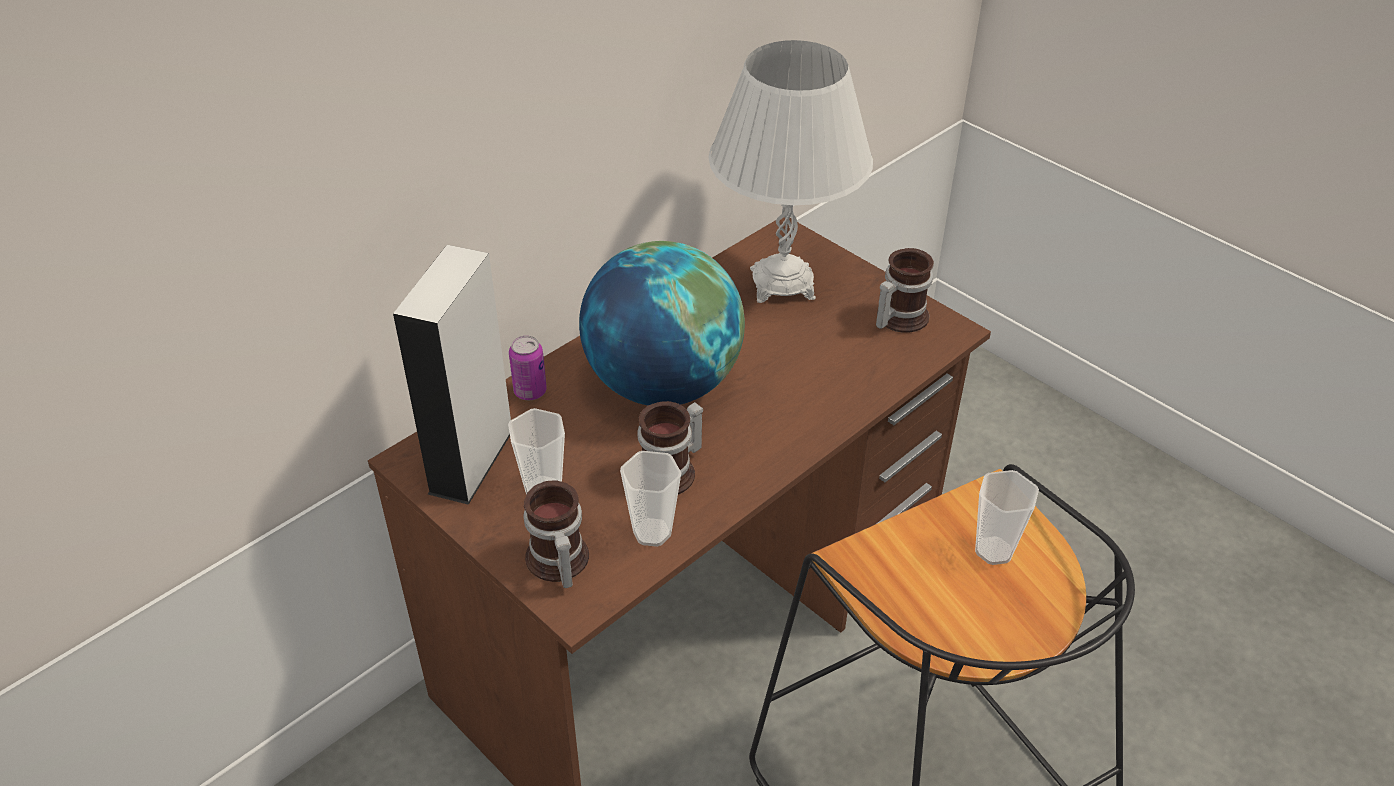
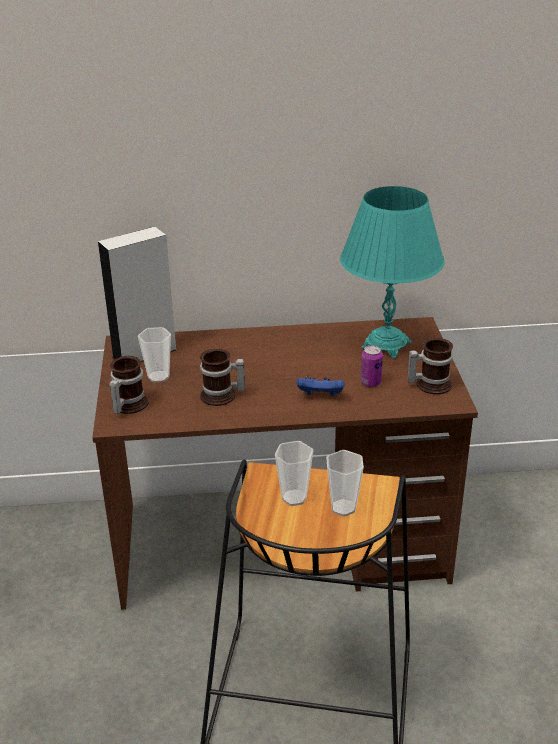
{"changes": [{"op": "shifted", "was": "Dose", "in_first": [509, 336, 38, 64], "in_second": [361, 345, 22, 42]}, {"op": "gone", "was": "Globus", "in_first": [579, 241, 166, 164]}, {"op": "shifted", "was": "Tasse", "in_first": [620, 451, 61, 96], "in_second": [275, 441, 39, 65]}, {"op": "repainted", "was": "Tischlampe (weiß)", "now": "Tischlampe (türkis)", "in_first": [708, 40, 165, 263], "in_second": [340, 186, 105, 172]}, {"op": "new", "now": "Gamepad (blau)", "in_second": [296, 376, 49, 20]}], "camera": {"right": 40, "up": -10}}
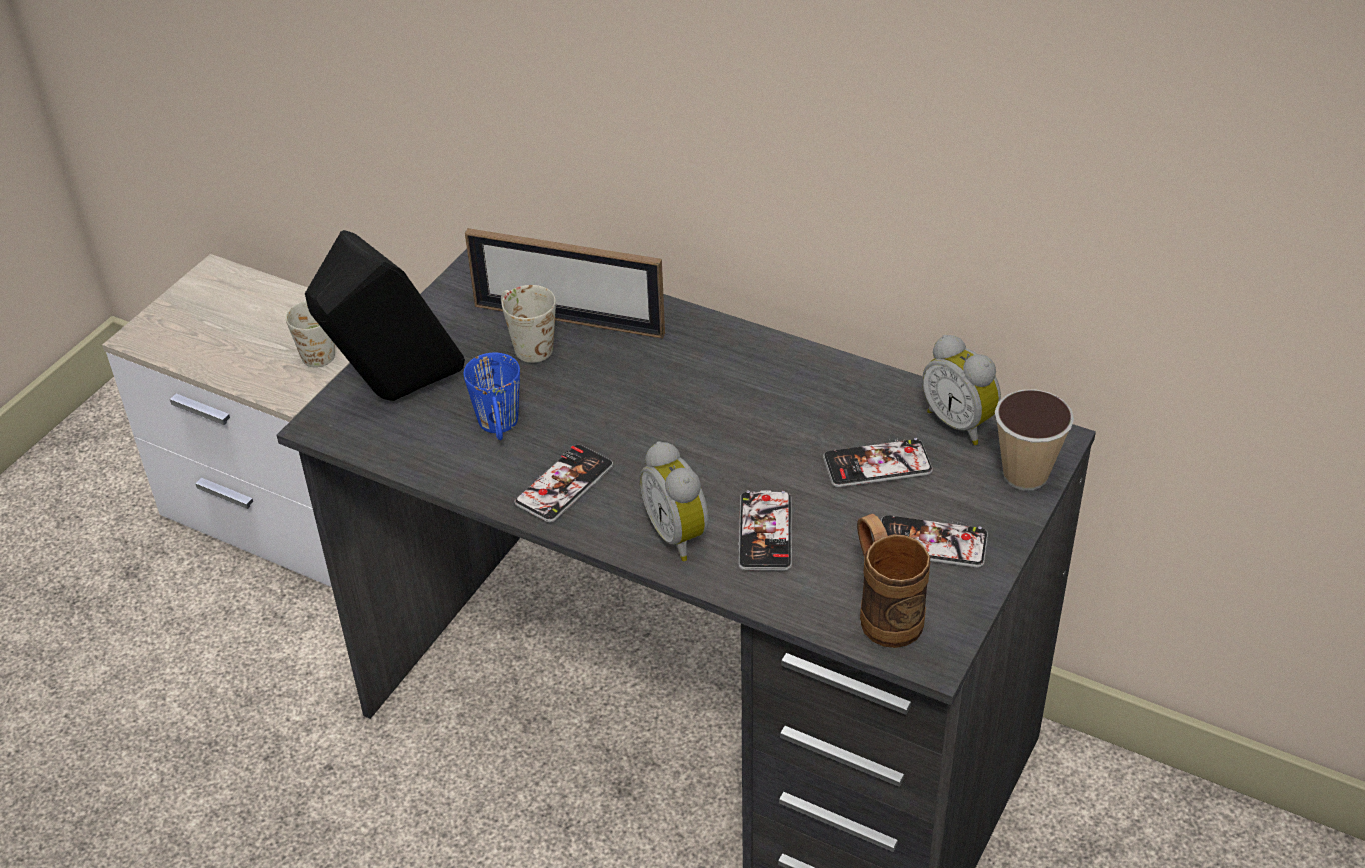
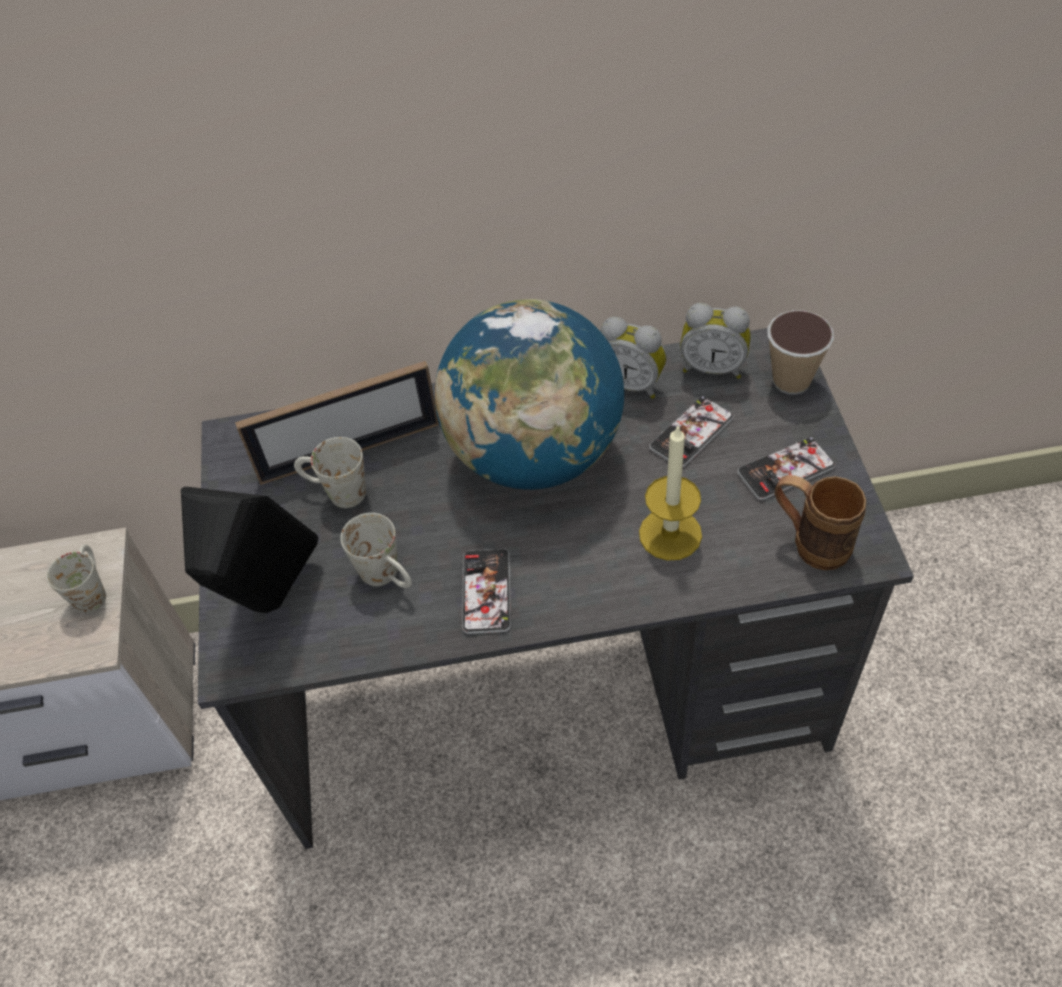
{"changes": [{"op": "repainted", "was": "Henkelbecher (blau)", "now": "Henkelbecher (weiß)", "in_first": [464, 353, 56, 87], "in_second": [341, 513, 71, 75]}, {"op": "shifted", "was": "Wecker", "in_first": [640, 441, 69, 120], "in_second": [600, 317, 66, 82]}, {"op": "swapped", "was": "Handy", "now": "Kerze", "in_first": [738, 490, 54, 81], "in_second": [639, 426, 63, 135]}, {"op": "new", "now": "Globus", "in_second": [435, 299, 189, 191]}], "camera": {"right": -35, "up": 10}}
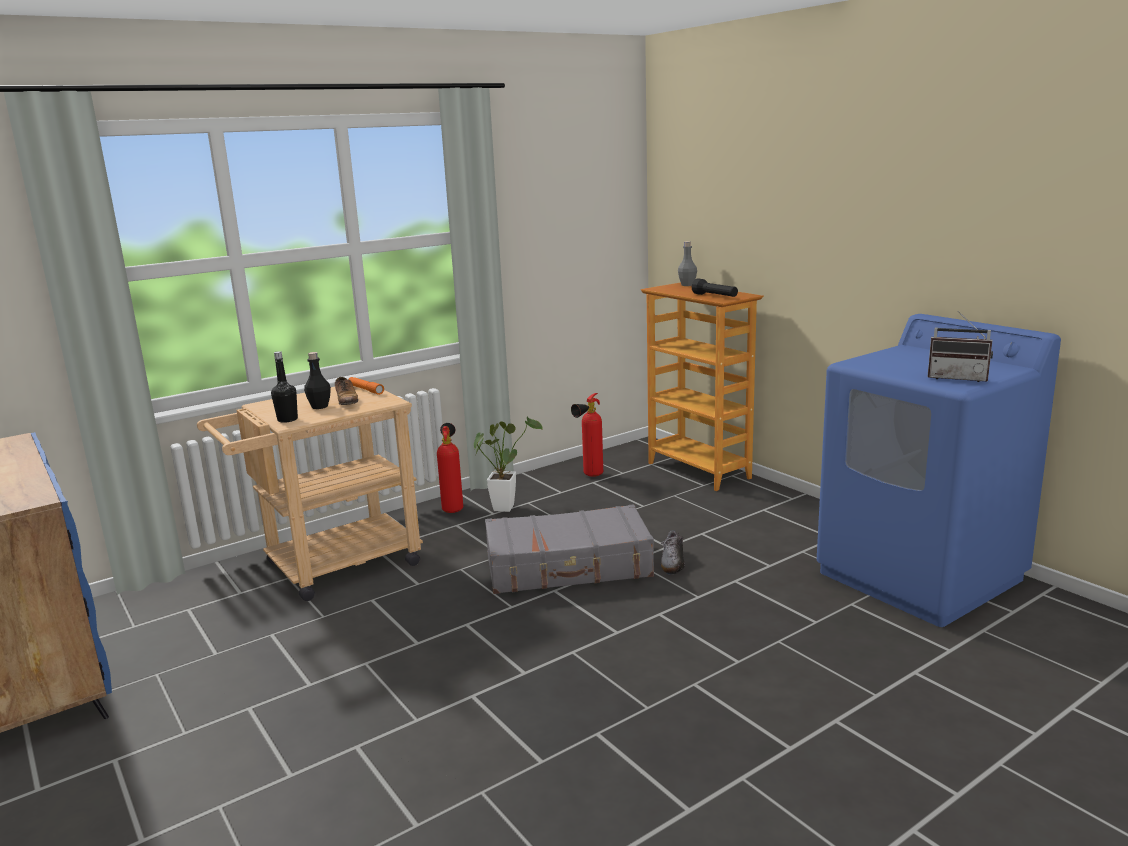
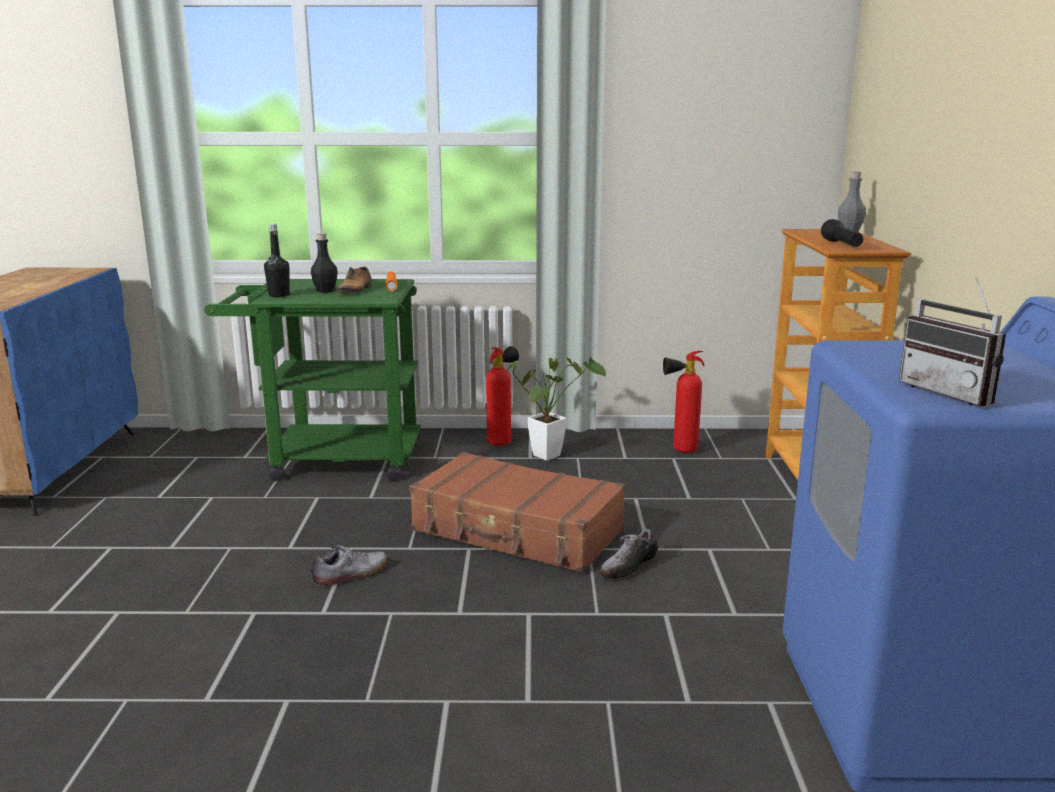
{"changes": [{"op": "repainted", "was": "Rollwagen (beige)", "now": "Rollwagen (grün)", "in_first": [197, 386, 226, 215], "in_second": [204, 279, 217, 202]}, {"op": "repainted", "was": "Koffer (grau)", "now": "Koffer (braun)", "in_first": [485, 504, 169, 90], "in_second": [409, 452, 216, 121]}, {"op": "new", "now": "Schuh", "in_second": [311, 545, 77, 42]}], "camera": {"right": 35, "up": 0}}
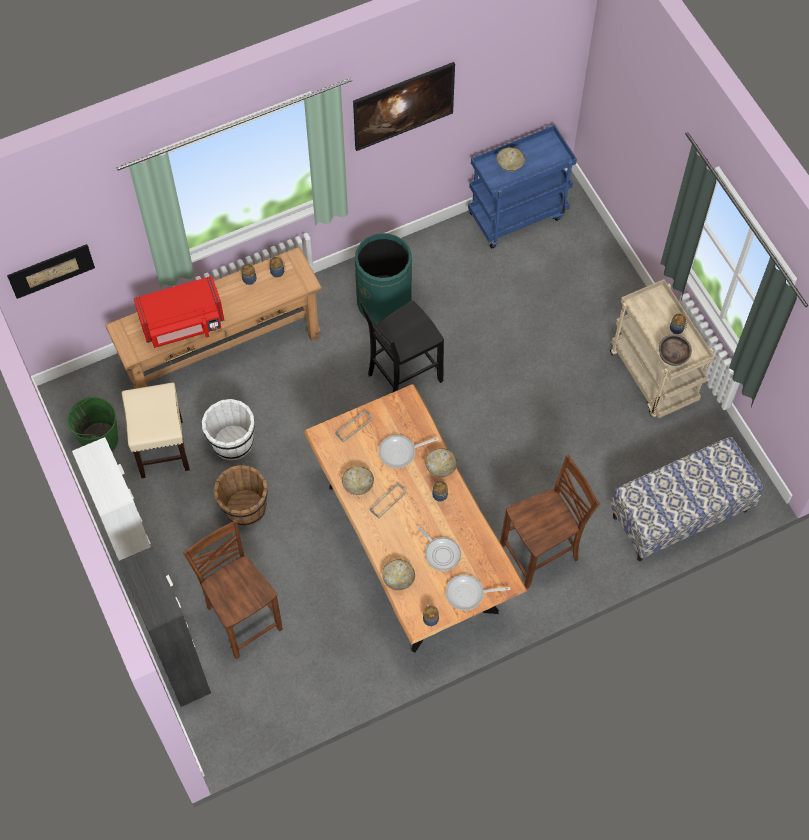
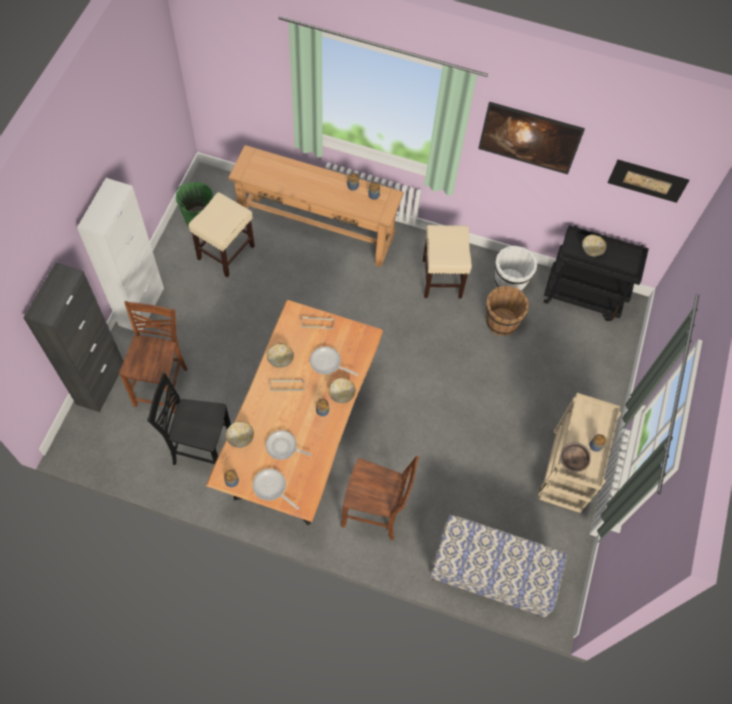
{"changes": [{"op": "shifted", "was": "Bild", "in_first": [7, 244, 88, 55], "in_second": [608, 160, 81, 43]}, {"op": "gone", "was": "Mikrowelle (rot)", "in_first": [134, 276, 90, 72]}, {"op": "shifted", "was": "Eimer (weiß)", "in_first": [202, 399, 53, 62], "in_second": [494, 246, 43, 45]}, {"op": "shifted", "was": "Eimer (braun)", "in_first": [214, 465, 54, 62], "in_second": [486, 285, 43, 51]}, {"op": "swapped", "was": "Mülleimer (grün)", "now": "Hocker (beige)", "in_first": [355, 233, 57, 90], "in_second": [423, 225, 49, 74]}, {"op": "shifted", "was": "Stuhl (schwarz)", "in_first": [359, 300, 85, 92], "in_second": [147, 372, 84, 93]}, {"op": "rotated", "was": "Pfanne", "in_first": [418, 526, 43, 45], "in_second": [265, 430, 47, 30], "clockwise": 105}, {"op": "repainted", "was": "Rollwagen (blau)", "now": "Rollwagen (schwarz)", "in_first": [468, 125, 109, 124], "in_second": [544, 225, 105, 96]}], "camera": {"right": 40, "up": 0}}
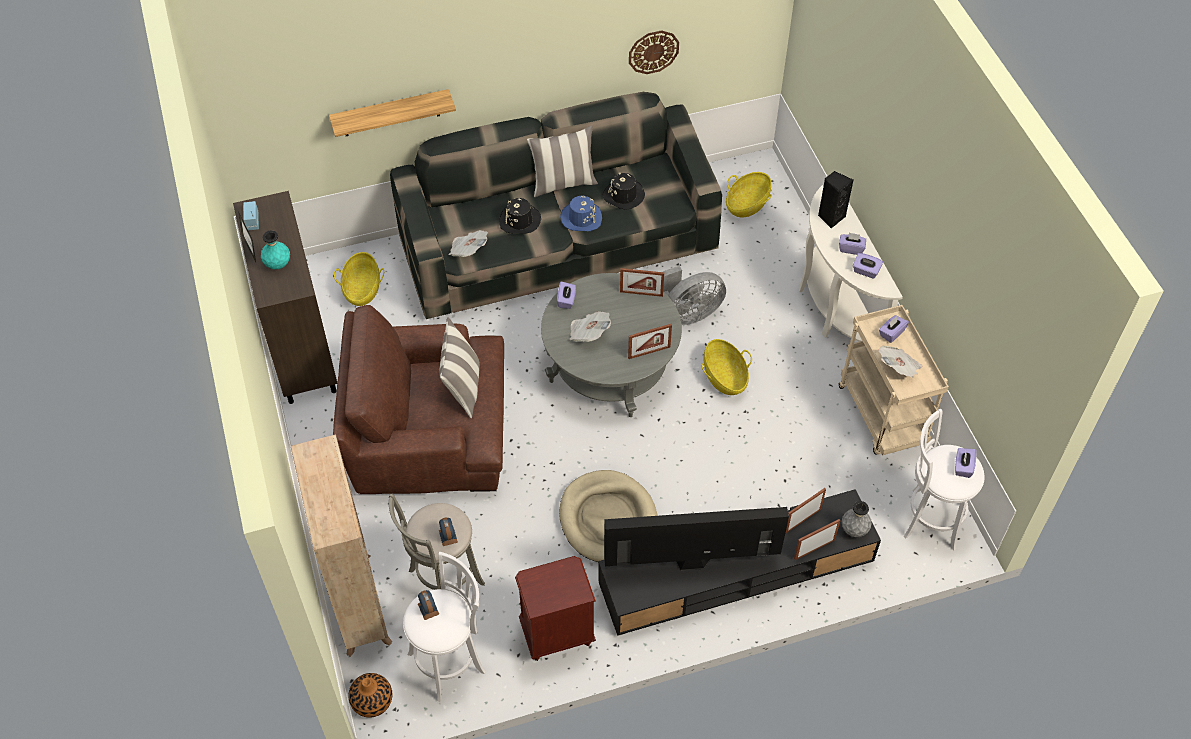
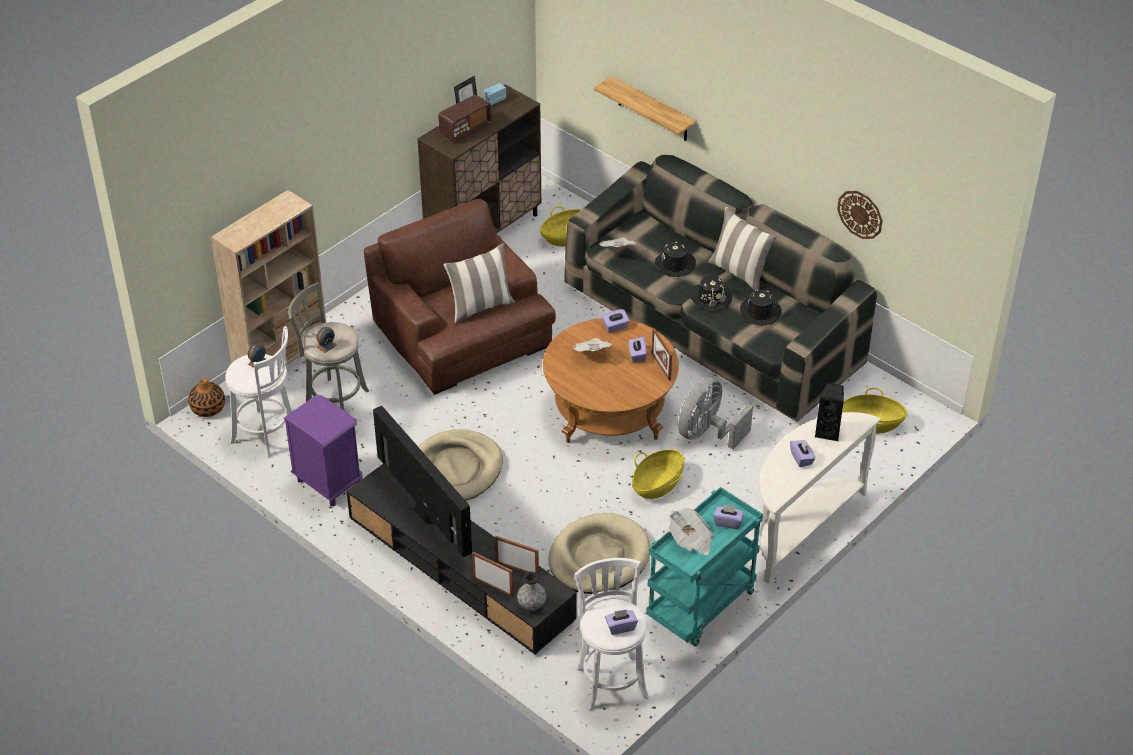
{"changes": [{"op": "swapped", "was": "Vase (türkis)", "now": "Radio", "in_first": [261, 230, 29, 39], "in_second": [438, 95, 54, 48]}, {"op": "repainted", "was": "Nachttisch (braun)", "now": "Nachttisch (lila)", "in_first": [515, 556, 81, 105], "in_second": [283, 395, 79, 111]}, {"op": "repainted", "was": "Couchtisch (grau)", "now": "Couchtisch (braun)", "in_first": [541, 273, 141, 144], "in_second": [543, 318, 136, 125]}, {"op": "repainted", "was": "Hut (blau)", "now": "Hut (schwarz)", "in_first": [560, 196, 42, 35], "in_second": [690, 276, 42, 36]}, {"op": "gone", "was": "Bilderrahmen", "in_first": [628, 324, 44, 35]}, {"op": "rotated", "was": "Ventilator (grau)", "in_first": [663, 266, 63, 59], "in_second": [678, 377, 75, 73], "clockwise": 90}, {"op": "repainted", "was": "Rollwagen (beige)", "now": "Rollwagen (türkis)", "in_first": [839, 305, 110, 150], "in_second": [646, 487, 117, 159]}, {"op": "shifted", "was": "Taschentuchbox (lila)", "in_first": [853, 253, 30, 26], "in_second": [629, 337, 18, 25]}, {"op": "new", "now": "Hundebett (beige)", "in_second": [548, 513, 102, 81]}], "camera": {"right": 60, "up": -10}}
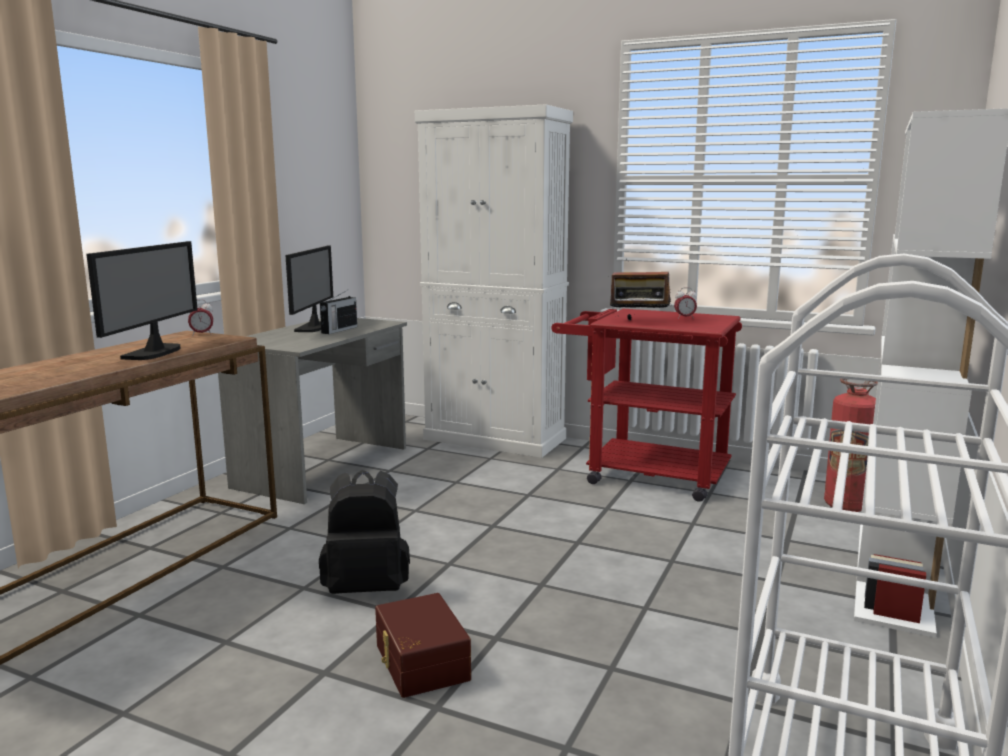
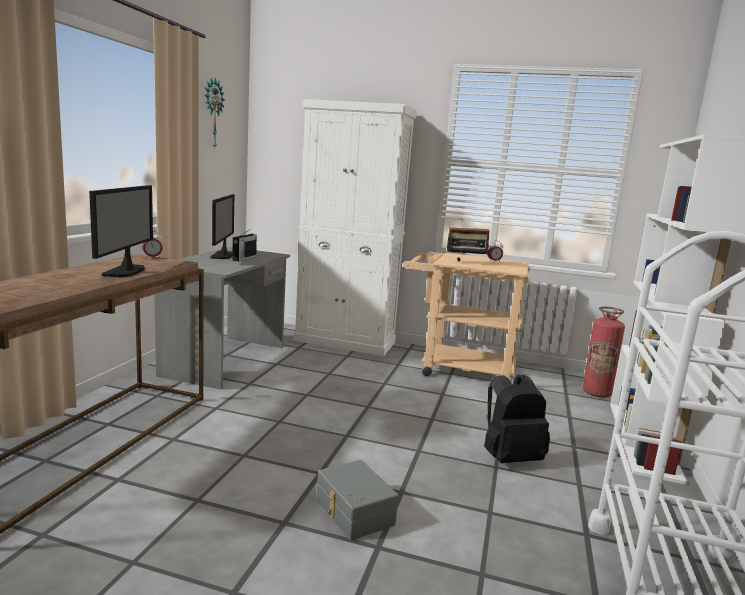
{"changes": [{"op": "shifted", "was": "Rucksack (schwarz)", "in_first": [319, 470, 91, 124], "in_second": [484, 374, 66, 89]}, {"op": "repainted", "was": "Aufbewahrungsbox (braun)", "now": "Aufbewahrungsbox (grau)", "in_first": [375, 593, 96, 105], "in_second": [316, 460, 82, 80]}, {"op": "repainted", "was": "Rollwagen (rot)", "now": "Rollwagen (beige)", "in_first": [551, 309, 191, 193], "in_second": [403, 253, 127, 127]}, {"op": "new", "now": "Wanduhr", "in_second": [204, 78, 21, 71]}], "camera": {"right": -10, "up": 0}}
